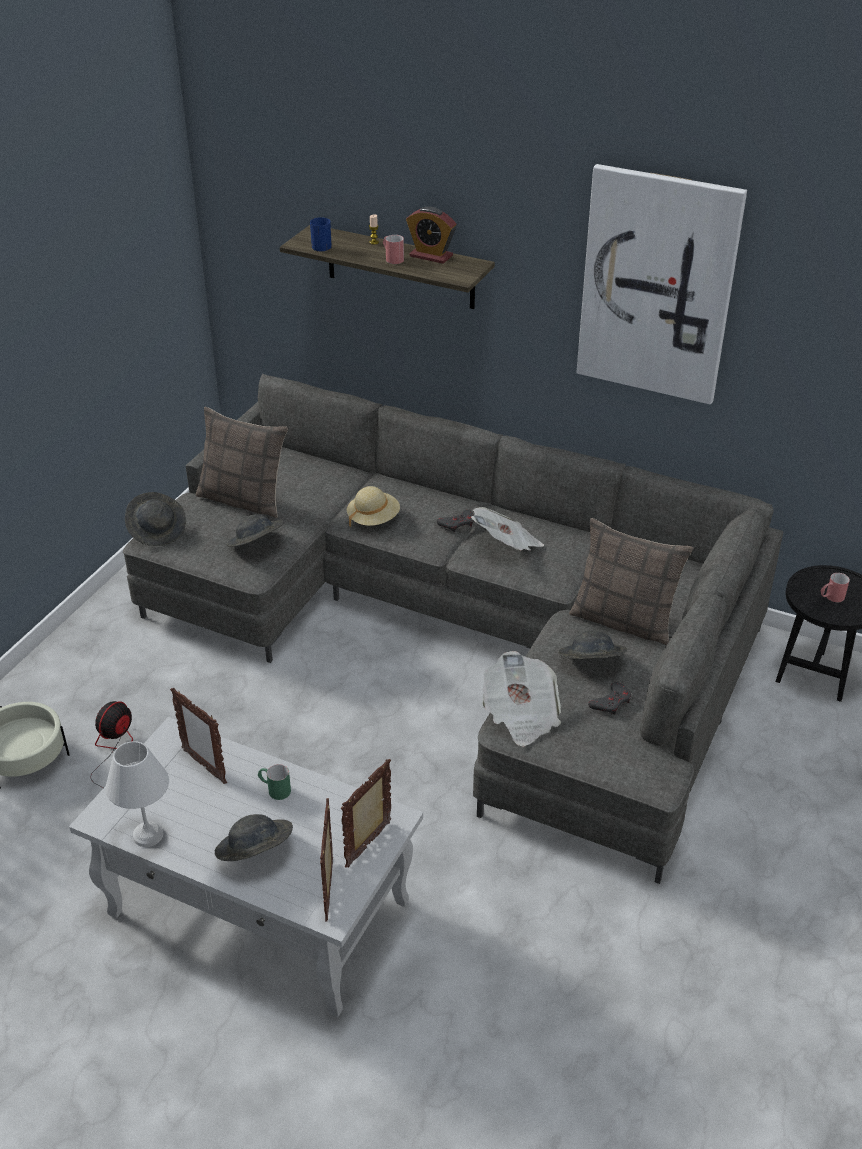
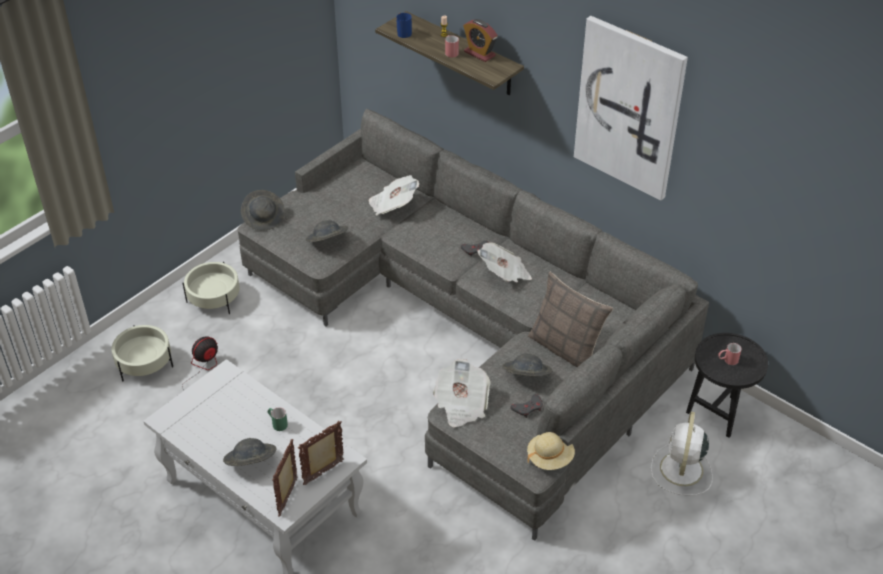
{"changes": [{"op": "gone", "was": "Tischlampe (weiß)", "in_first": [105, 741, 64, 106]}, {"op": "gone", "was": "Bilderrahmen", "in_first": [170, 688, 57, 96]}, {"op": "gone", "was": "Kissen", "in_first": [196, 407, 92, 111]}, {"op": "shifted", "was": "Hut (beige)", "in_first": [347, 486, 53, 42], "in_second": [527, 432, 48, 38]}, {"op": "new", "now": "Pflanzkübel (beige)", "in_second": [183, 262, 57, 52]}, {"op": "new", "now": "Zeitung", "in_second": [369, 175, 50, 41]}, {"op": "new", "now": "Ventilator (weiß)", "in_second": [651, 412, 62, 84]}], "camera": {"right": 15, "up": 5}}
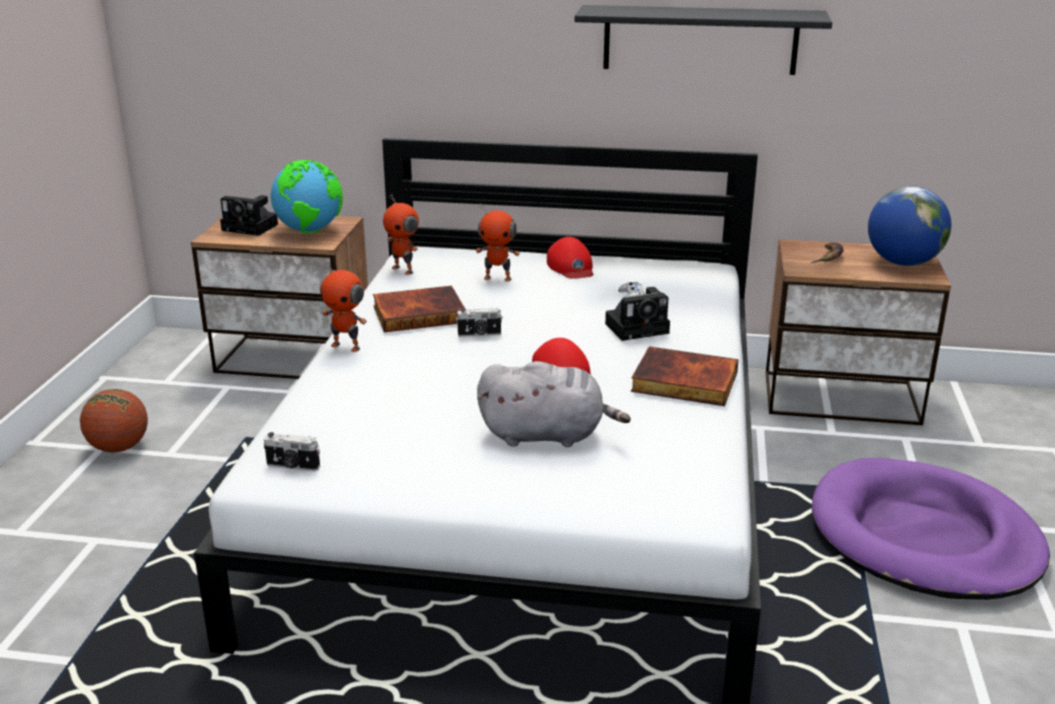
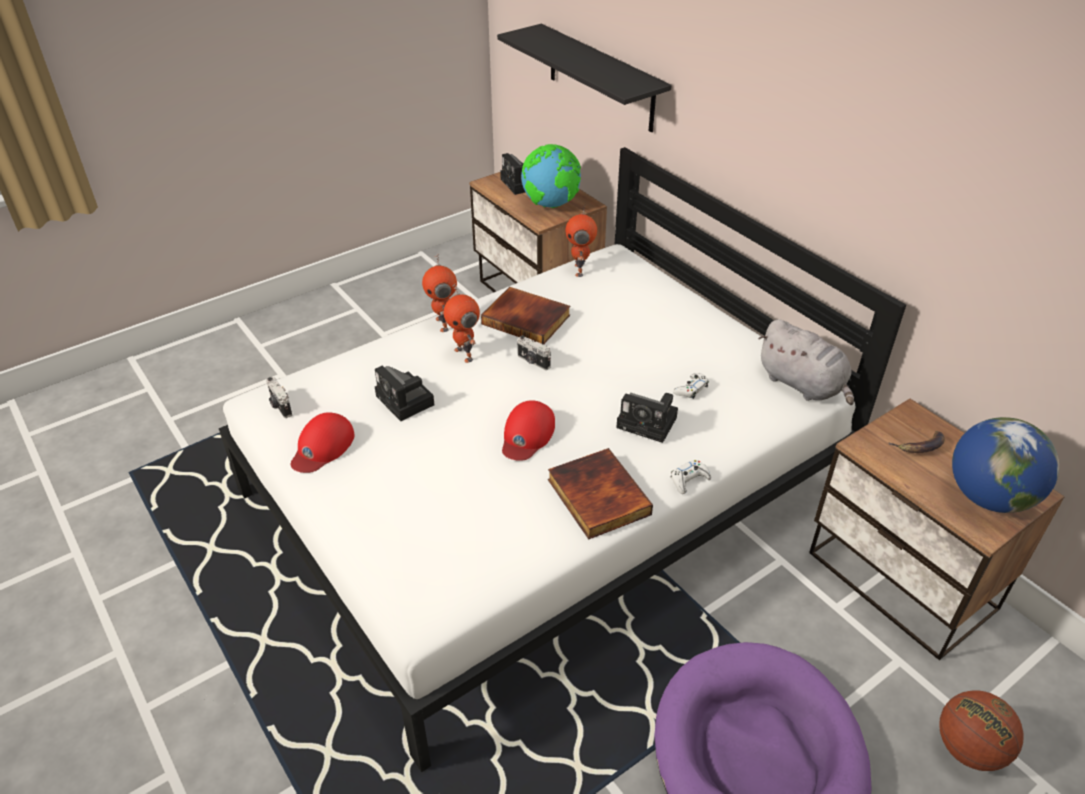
{"changes": [{"op": "shifted", "was": "Basketball", "in_first": [80, 389, 68, 64], "in_second": [939, 690, 84, 81]}, {"op": "shifted", "was": "Spielzeugroboter", "in_first": [476, 203, 44, 79], "in_second": [444, 283, 36, 80]}, {"op": "shifted", "was": "Plüschtier (grau)", "in_first": [477, 361, 154, 86], "in_second": [758, 319, 96, 86]}, {"op": "shifted", "was": "Kappe (rot)", "in_first": [547, 237, 46, 42], "in_second": [291, 412, 64, 61]}, {"op": "shifted", "was": "Wandregal (schwarz)", "in_first": [575, 5, 257, 70], "in_second": [497, 24, 175, 108]}, {"op": "new", "now": "Kamera", "in_second": [375, 365, 60, 56]}, {"op": "new", "now": "Gamepad (weiß)", "in_second": [671, 460, 40, 34]}], "camera": {"right": 45, "up": 15}}
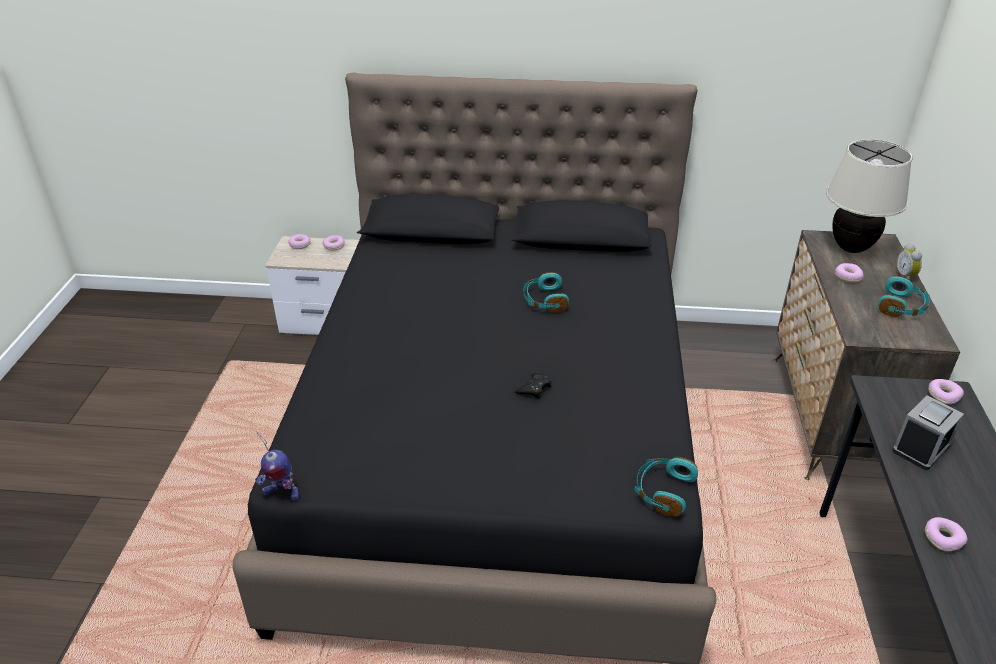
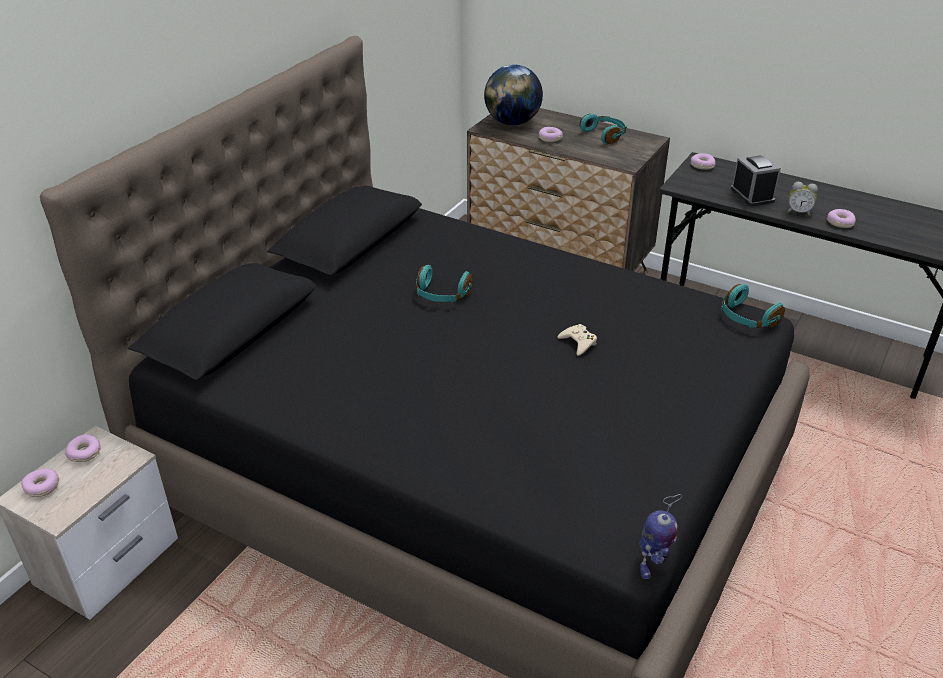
{"changes": [{"op": "repainted", "was": "Gamepad (schwarz)", "now": "Gamepad (beige)", "in_first": [515, 373, 36, 26], "in_second": [558, 324, 39, 32]}, {"op": "swapped", "was": "Tischlampe (beige)", "now": "Globus", "in_first": [826, 139, 86, 114], "in_second": [484, 65, 59, 60]}, {"op": "shifted", "was": "Wecker", "in_first": [897, 243, 25, 36], "in_second": [787, 182, 31, 34]}], "camera": {"right": -65, "up": 0}}
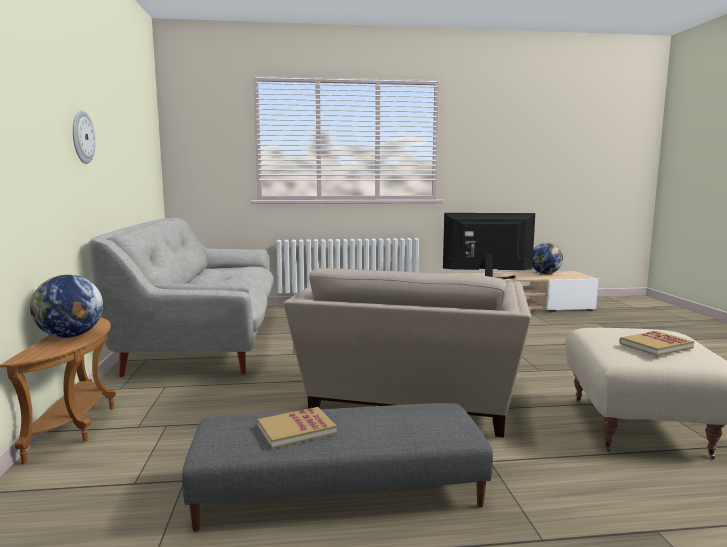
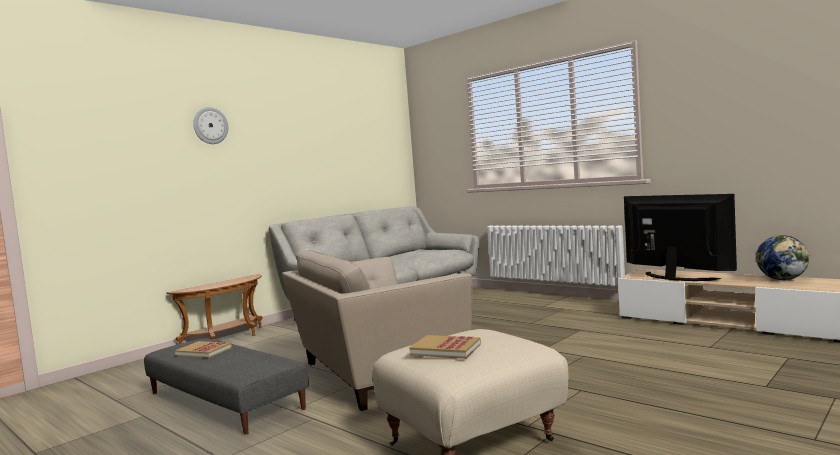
{"changes": [{"op": "gone", "was": "Globus", "in_first": [30, 275, 73, 63]}, {"op": "shifted", "was": "Wanduhr", "in_first": [73, 110, 22, 54], "in_second": [193, 107, 35, 37]}], "camera": {"right": 50, "up": -5}}
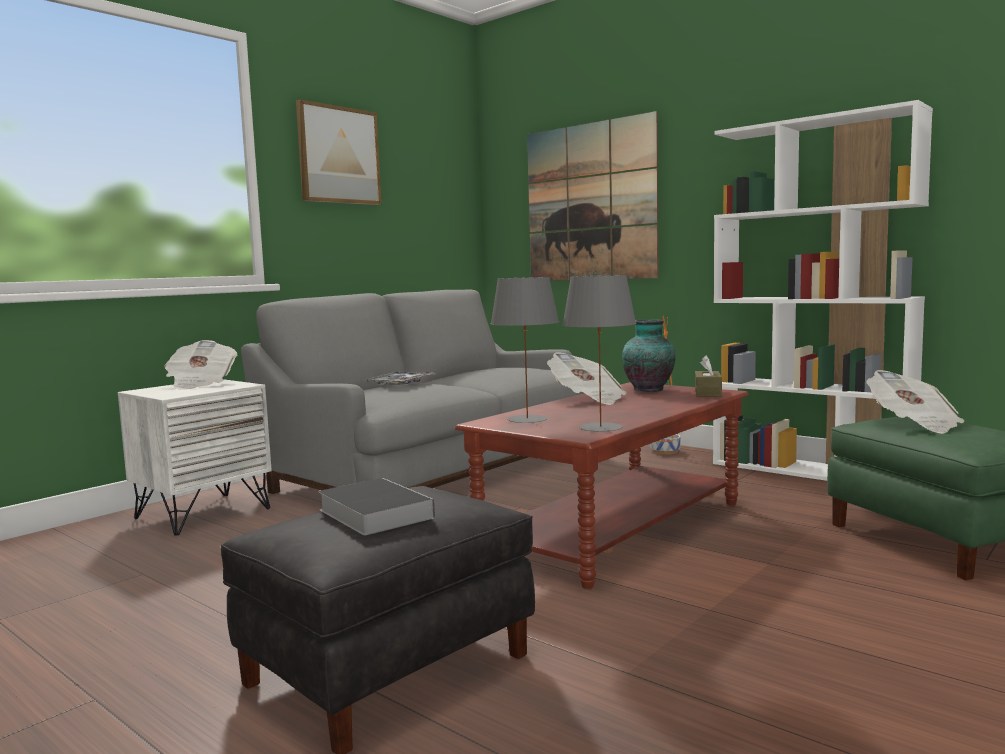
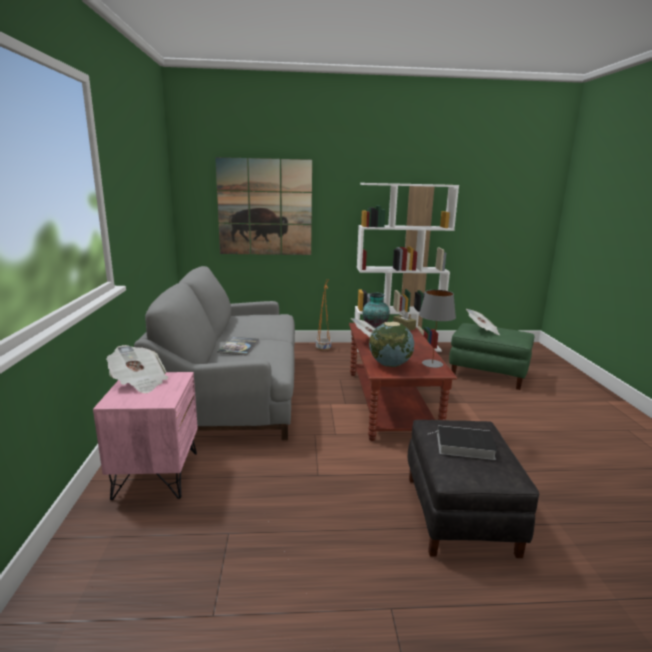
{"changes": [{"op": "repainted", "was": "Nachttisch (weiß)", "now": "Nachttisch (rosa)", "in_first": [118, 379, 154, 156], "in_second": [93, 372, 105, 128]}, {"op": "gone", "was": "Bild", "in_first": [296, 100, 86, 105]}, {"op": "swapped", "was": "Tablett", "now": "Buch", "in_first": [364, 371, 71, 14], "in_second": [217, 337, 42, 19]}, {"op": "swapped", "was": "Tischlampe (grau)", "now": "Globus", "in_first": [491, 277, 68, 146], "in_second": [369, 321, 45, 46]}], "camera": {"right": -45, "up": 10}}
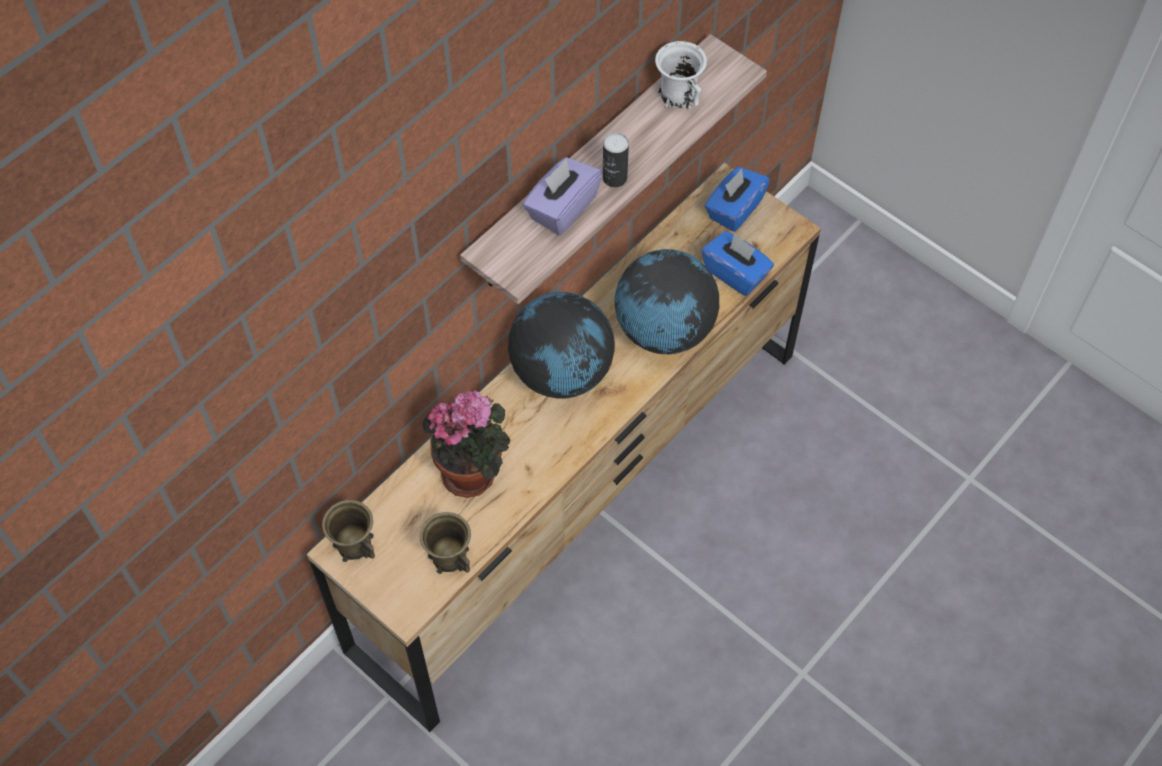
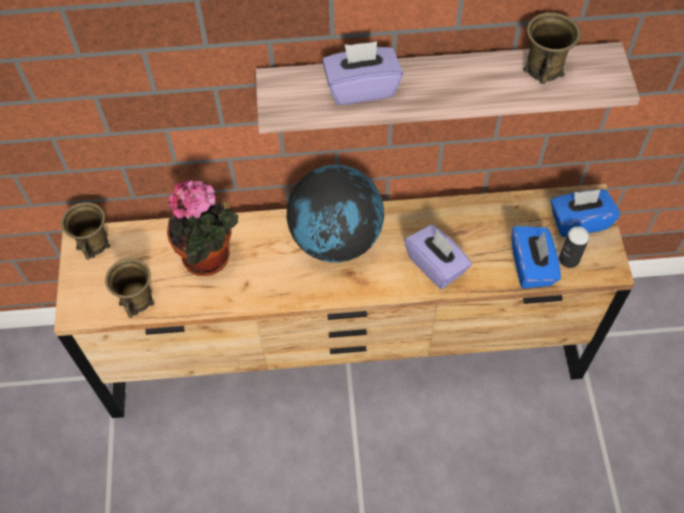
{"changes": [{"op": "shifted", "was": "Dose", "in_first": [603, 133, 26, 55], "in_second": [559, 227, 31, 41]}, {"op": "swapped", "was": "Globus", "now": "Taschentuchbox (lila)", "in_first": [614, 249, 105, 105], "in_second": [405, 225, 67, 64]}, {"op": "repainted", "was": "Henkelbecher (weiß)", "now": "Henkelbecher (braun)", "in_first": [655, 41, 52, 68], "in_second": [523, 13, 58, 71]}], "camera": {"right": 45, "up": 0}}
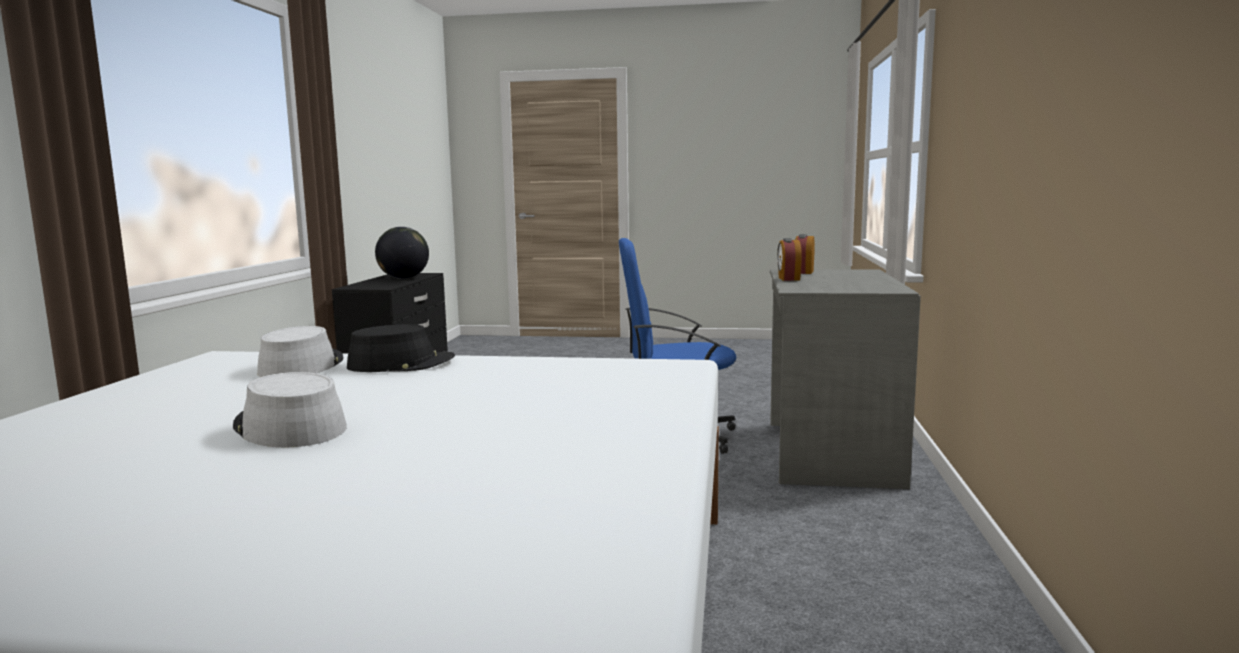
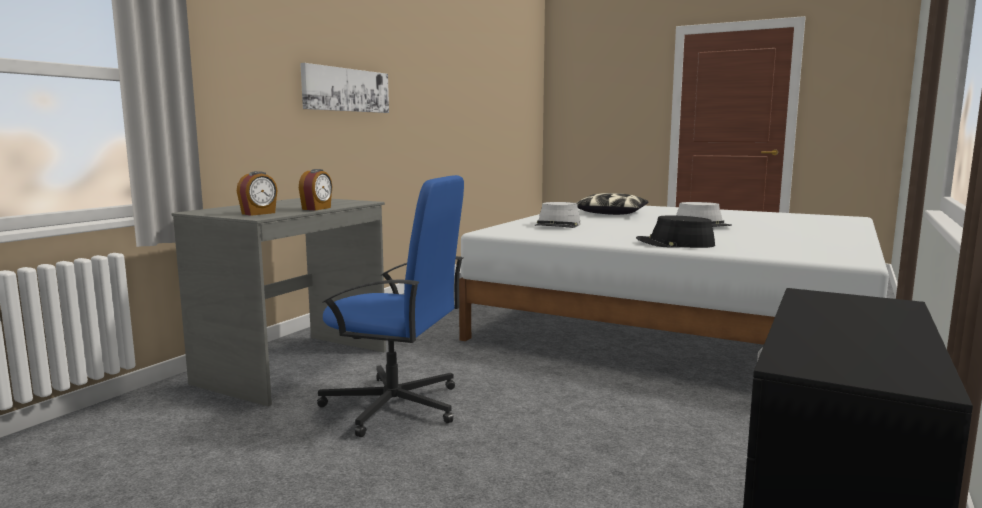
{"changes": [{"op": "shifted", "was": "Hut (grau)", "in_first": [257, 326, 86, 51], "in_second": [535, 202, 46, 26]}, {"op": "gone", "was": "Globus", "in_first": [375, 227, 54, 52]}, {"op": "new", "now": "Bild", "in_second": [300, 63, 89, 50]}, {"op": "new", "now": "Kissen", "in_second": [576, 193, 72, 22]}], "camera": {"right": -160, "up": 0}}
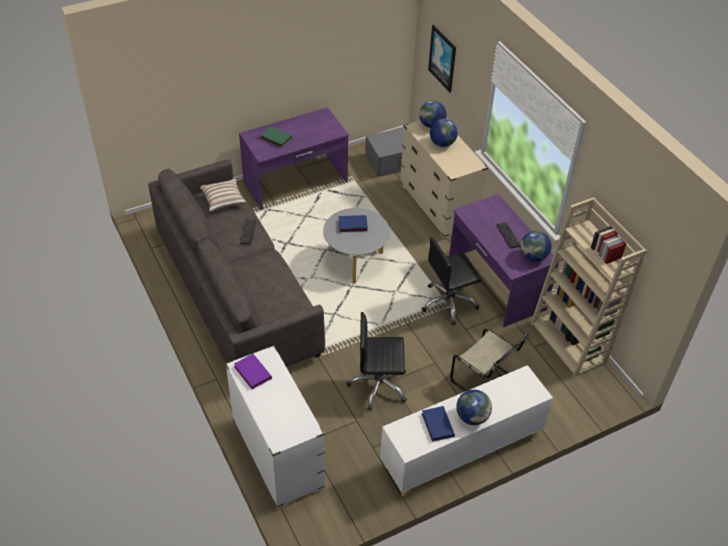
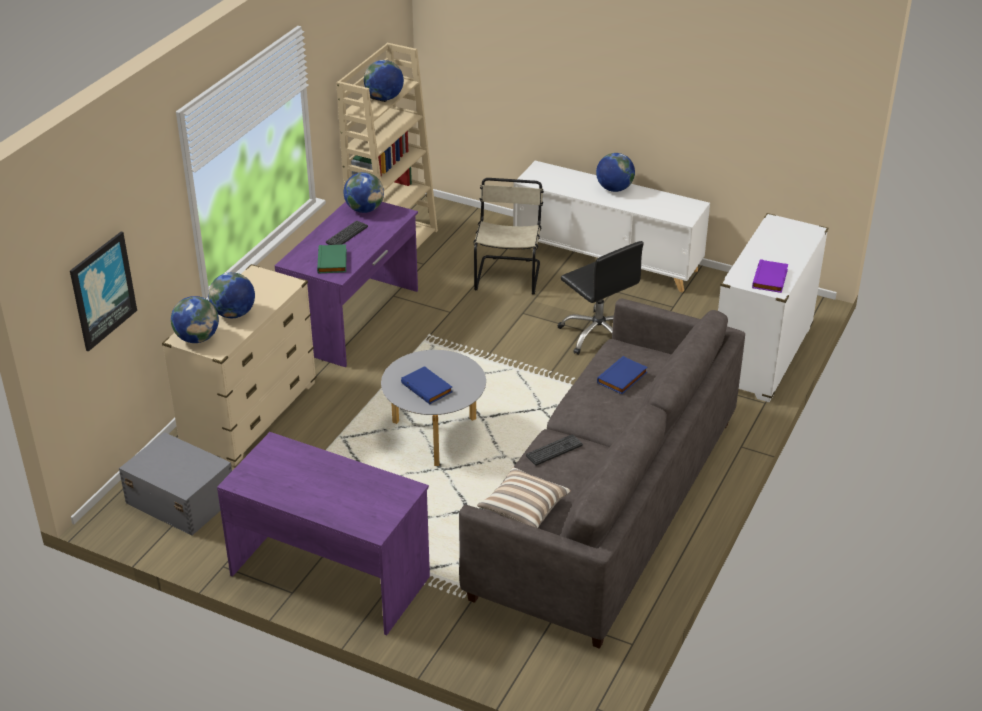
{"changes": [{"op": "shifted", "was": "Buch (grün)", "in_first": [260, 126, 32, 22], "in_second": [317, 244, 30, 30]}, {"op": "gone", "was": "Bürostuhl (schwarz)", "in_first": [422, 237, 60, 88]}, {"op": "shifted", "was": "Buch (blau)", "in_first": [422, 406, 33, 36], "in_second": [597, 356, 50, 38]}, {"op": "new", "now": "Globus", "in_second": [364, 60, 40, 41]}], "camera": {"right": -125, "up": -10}}
